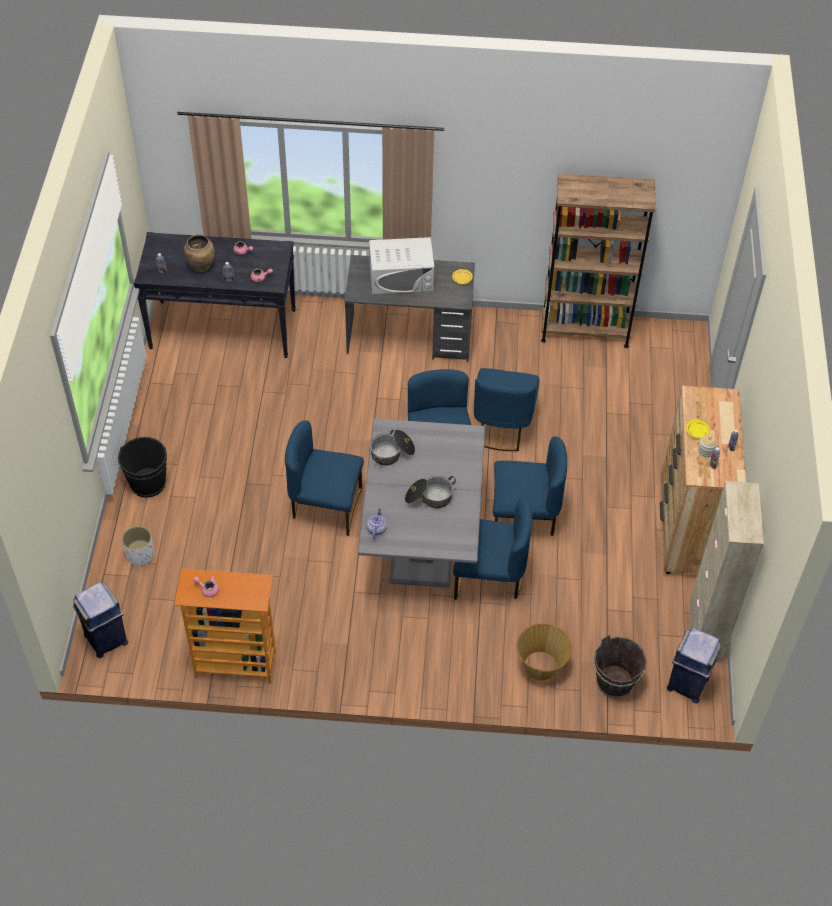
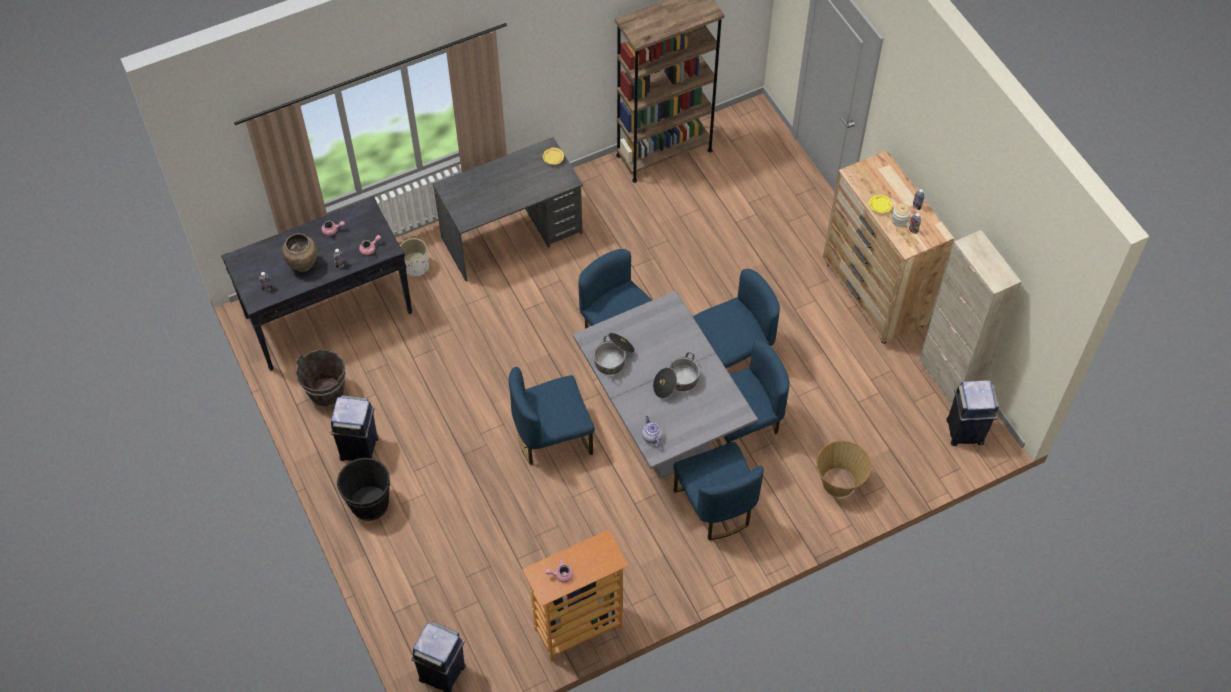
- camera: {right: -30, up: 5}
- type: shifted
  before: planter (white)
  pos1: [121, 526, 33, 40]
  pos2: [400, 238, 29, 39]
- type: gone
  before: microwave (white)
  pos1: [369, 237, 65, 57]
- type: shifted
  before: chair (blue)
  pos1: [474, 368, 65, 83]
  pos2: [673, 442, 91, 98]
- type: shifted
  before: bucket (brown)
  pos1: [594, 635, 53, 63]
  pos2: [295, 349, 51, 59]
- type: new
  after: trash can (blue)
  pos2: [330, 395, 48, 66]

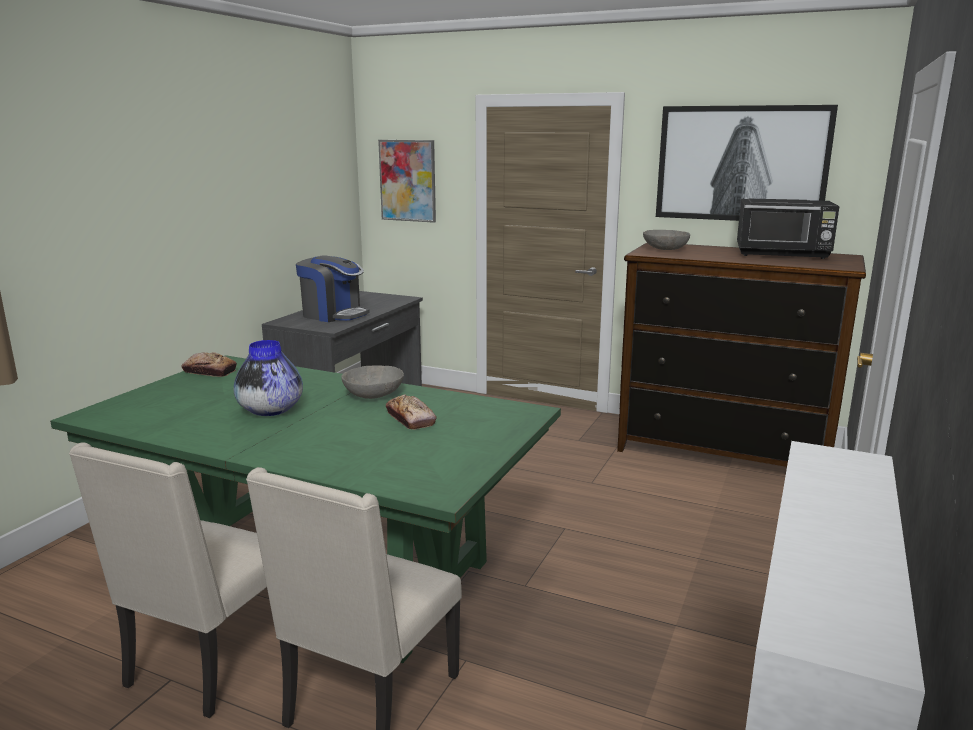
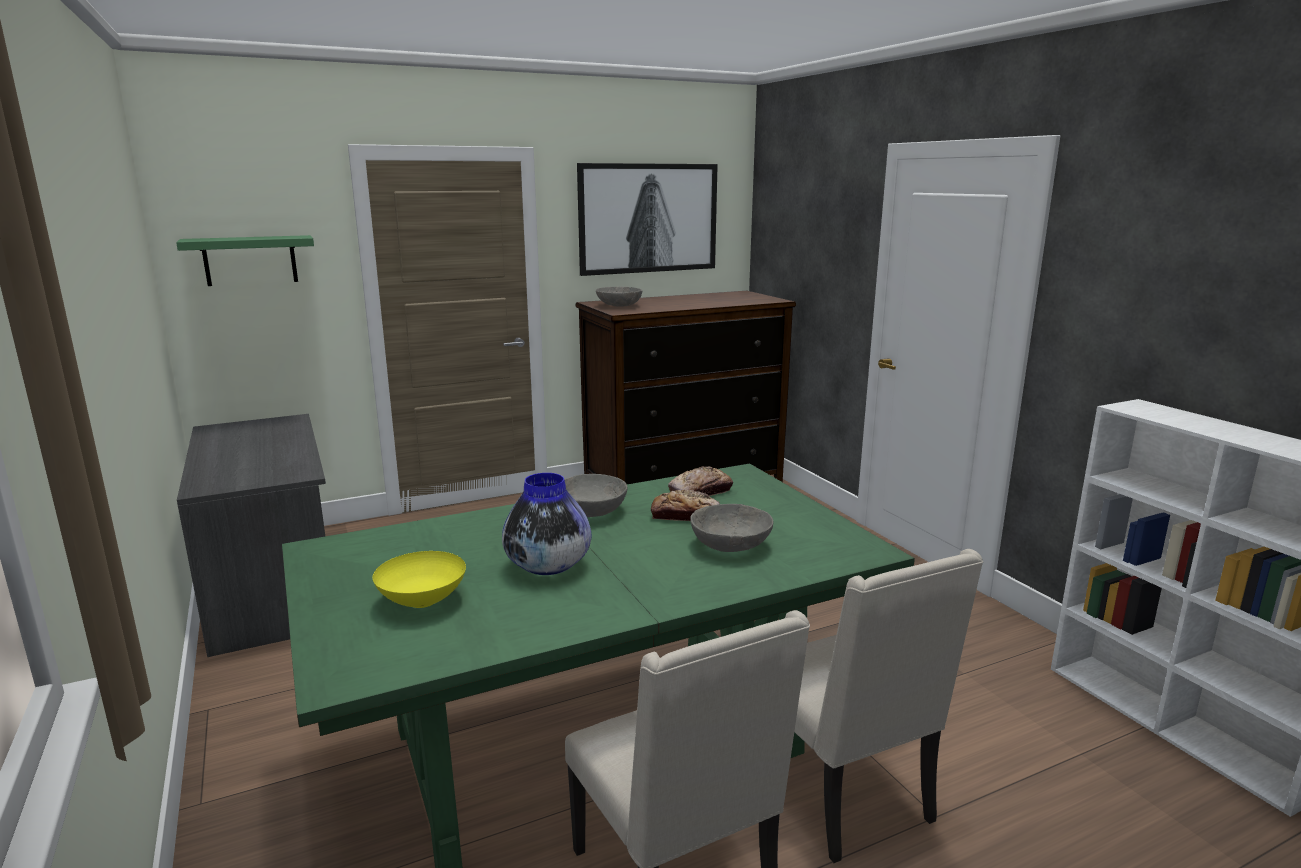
- camera: {right: -50, up: 0}
- type: shifted
  before: bread
  pos1: [181, 352, 56, 25]
  pos2: [668, 467, 65, 29]
- type: gone
  before: coffee machine
  pos1: [296, 255, 74, 67]
- type: swapped
  before: picture
  after: shelf (green)
  pos1: [378, 140, 58, 83]
  pos2: [176, 235, 138, 51]
- type: gone
  before: microwave (black)
  pos1: [737, 199, 102, 60]
- type: new
  after: bowl (yellow)
  pos2: [372, 551, 94, 57]
- type: new
  after: bowl (grey)
  pos2: [690, 504, 83, 48]

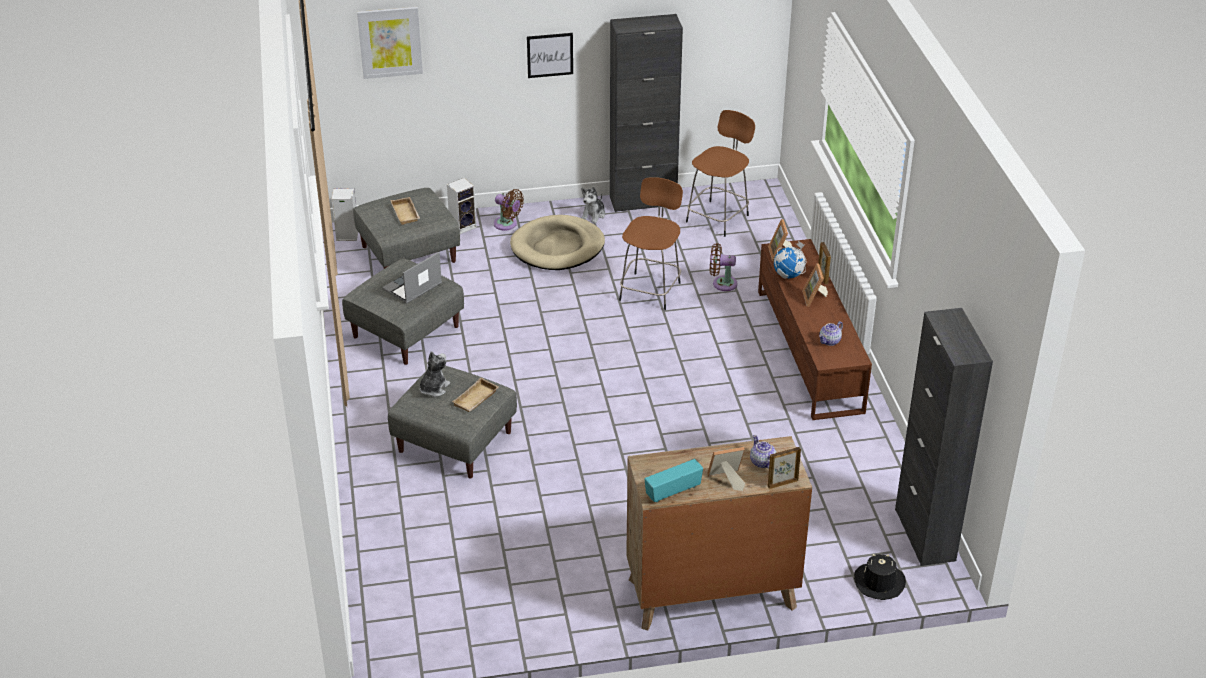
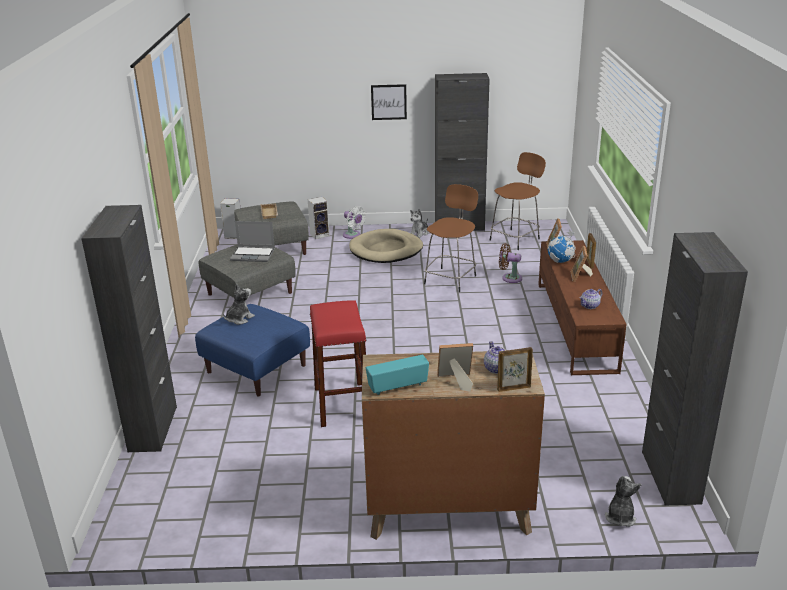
- camera: {right: 10, up: -10}
- type: gone
  before: picture
  pos1: [357, 7, 66, 72]
- type: rotated
  before: laptop
  pos1: [382, 252, 60, 52]
  pos2: [230, 221, 45, 41]
  turn: -135
- type: repainted
  before: ottoman (grey)
  after: ottoman (blue)
  pos1: [388, 366, 129, 113]
  pos2: [195, 304, 115, 93]
- type: gone
  before: tray (beige)
  pos1: [452, 378, 46, 34]
- type: repainted
  before: fan (brown)
  after: fan (white)
  pos1: [494, 189, 30, 42]
  pos2: [343, 206, 23, 33]
- type: swapped
  before: hat (black)
  after: plush toy
  pos1: [854, 554, 52, 46]
  pos2: [605, 476, 37, 51]
- type: new
  after: cabinet (black)
  pos2: [81, 205, 96, 247]
- type: new
  after: stool (red)
  pos2: [310, 300, 56, 127]

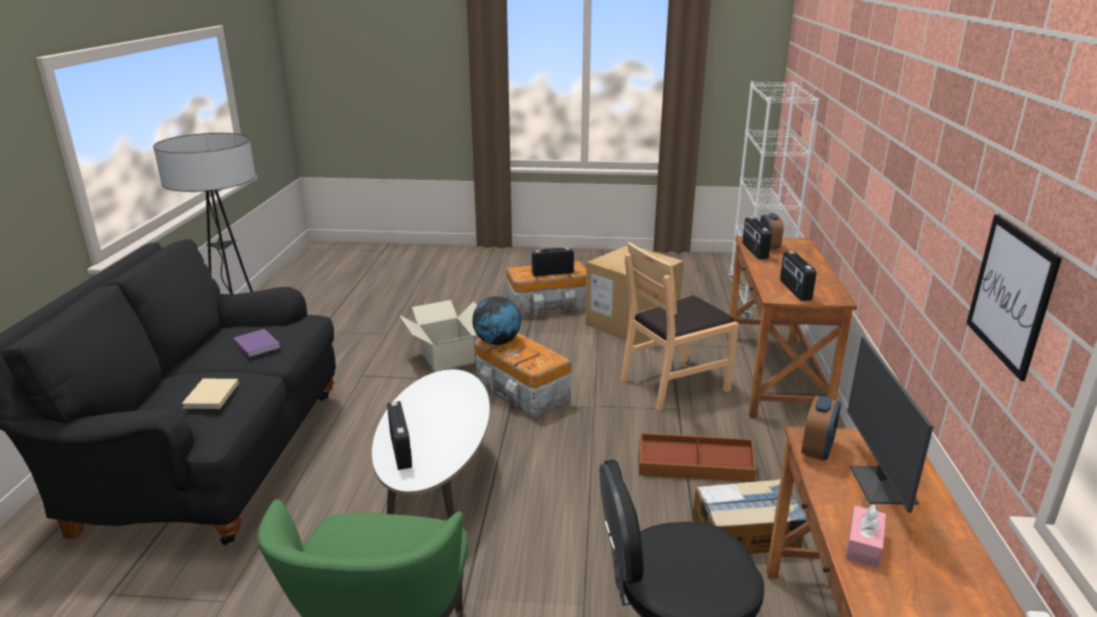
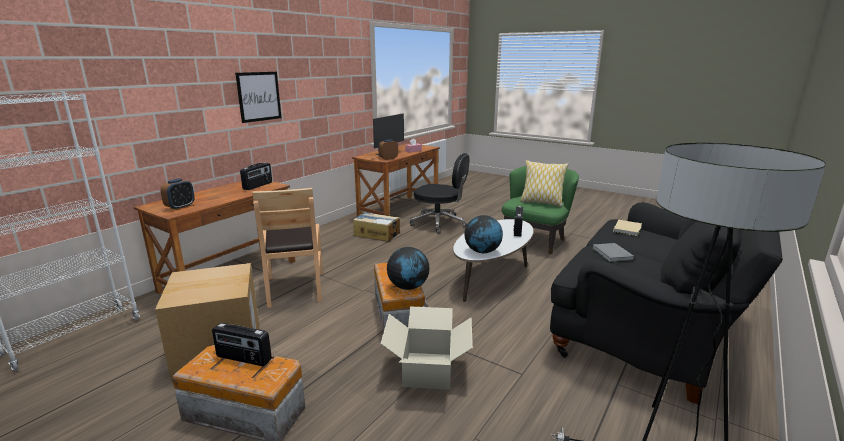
- camera: {right: -150, up: -5}
- type: repainted
  before: book (purple)
  after: book (grey)
  pos1: [233, 329, 48, 29]
  pos2: [592, 243, 42, 19]
- type: rotated
  before: chair (brown)
  pos1: [620, 242, 119, 169]
  pos2: [252, 188, 71, 120]
  turn: 75
- type: gone
  before: storage box (brown)
  pos1: [639, 433, 117, 49]
- type: gone
  before: radio
  pos1: [743, 217, 29, 42]
- type: shifted
  before: picture
  pos1: [966, 215, 96, 166]
  pos2: [235, 72, 46, 51]
- type: new
  after: globe
  pos2: [464, 215, 39, 38]
- type: new
  after: pillow
  pos2: [520, 160, 48, 47]

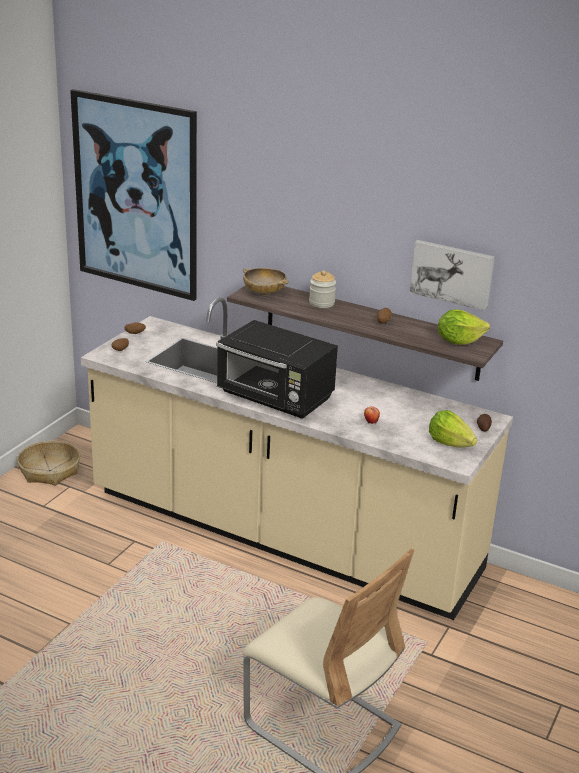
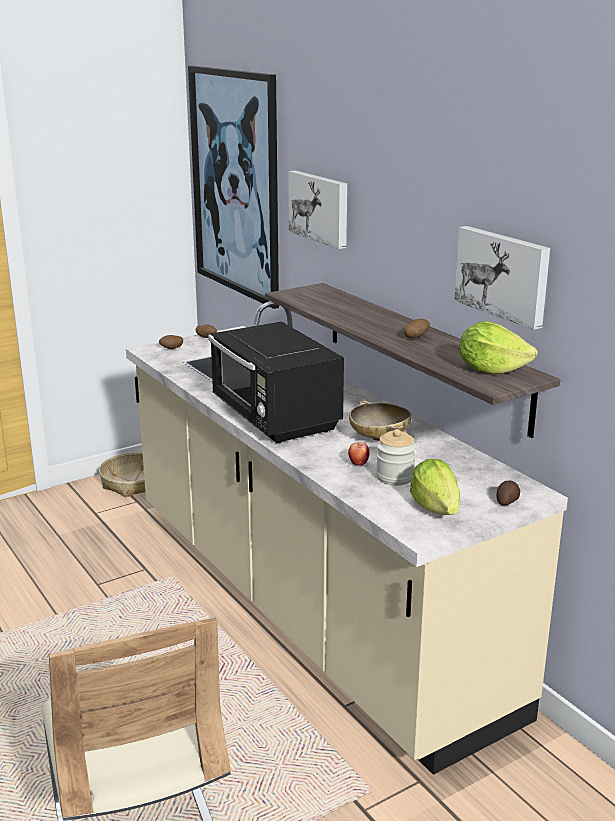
- camera: {right: 30, up: -5}
- type: shifted
  before: bowl (beige)
  pos1: [243, 268, 46, 27]
  pos2: [349, 400, 62, 41]
- type: shifted
  before: jar
  pos1: [309, 270, 27, 38]
  pos2: [376, 429, 40, 56]
- type: new
  after: picture
  pos2: [288, 170, 59, 79]

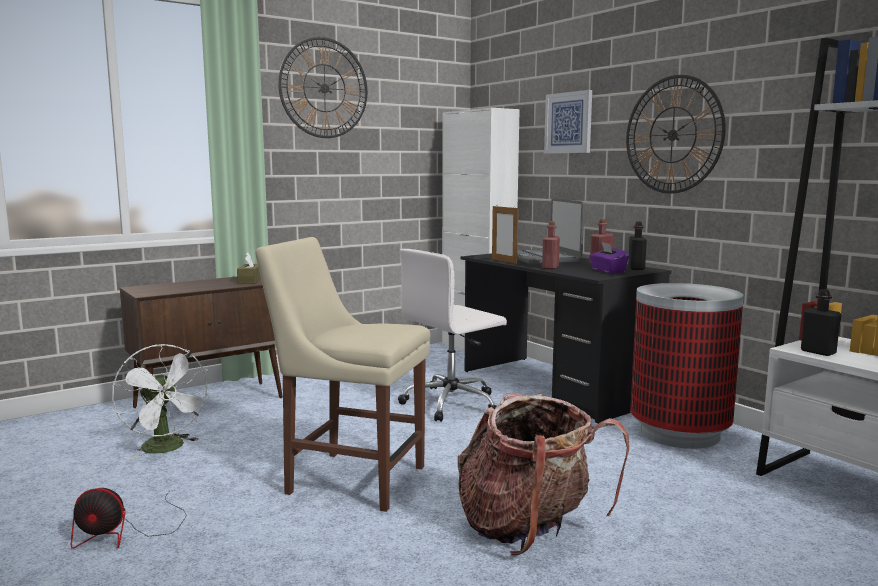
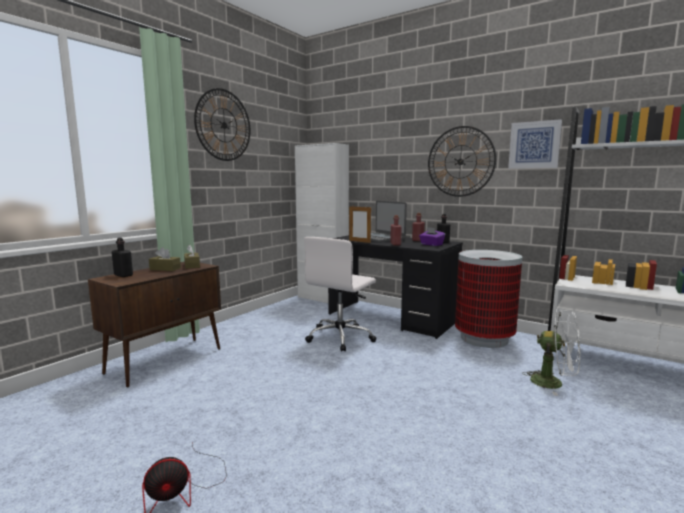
- camera: {right: -20, up: 0}
- type: shifted
  before: fan (white)
  pos1: [112, 344, 99, 116]
  pos2: [522, 308, 59, 88]
- type: gone
  before: chair (beige)
  pos1: [255, 237, 175, 275]
- type: gone
  before: backpack
  pos1: [458, 393, 171, 162]
- type: shifted
  before: picture
  pos1: [544, 90, 48, 63]
  pos2: [508, 119, 54, 50]
- type: shifted
  before: bottle (black)
  pos1: [801, 289, 41, 67]
  pos2: [112, 238, 21, 39]
- type: new
  after: tissue box (brown)
  pos2: [149, 247, 32, 24]

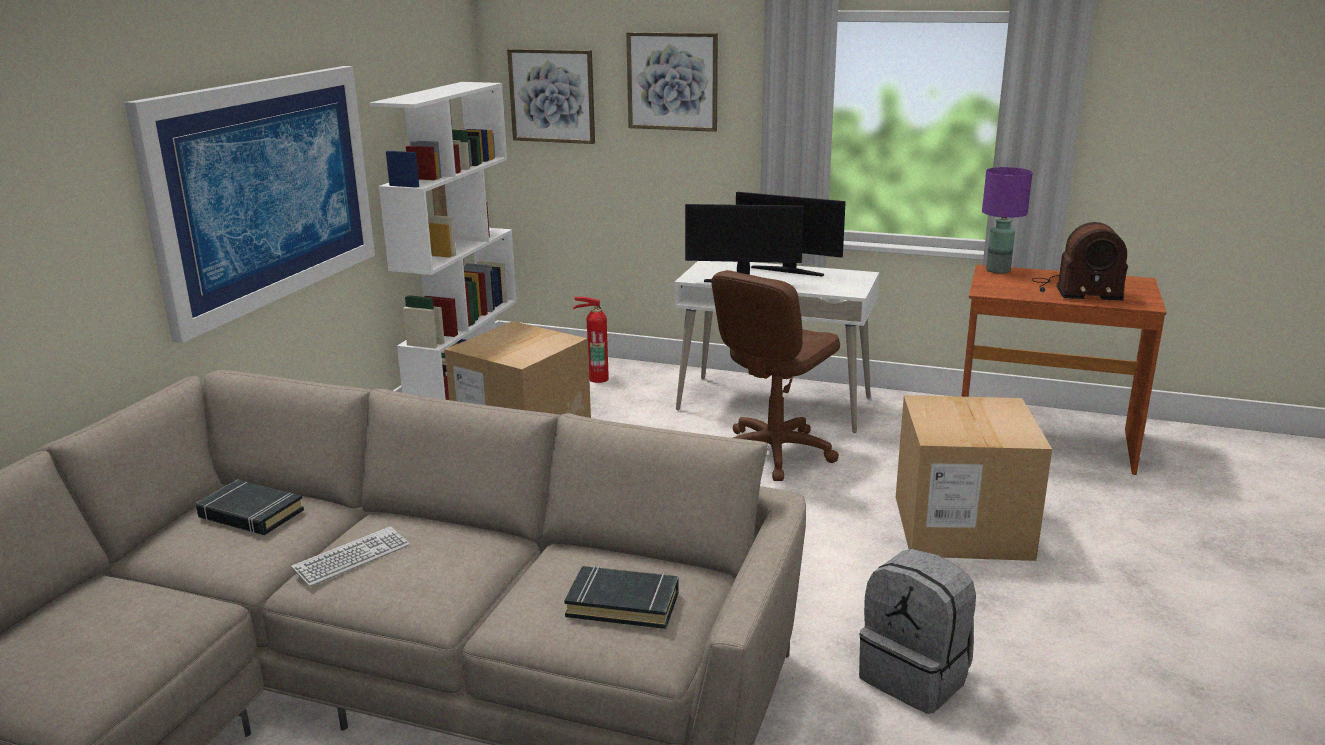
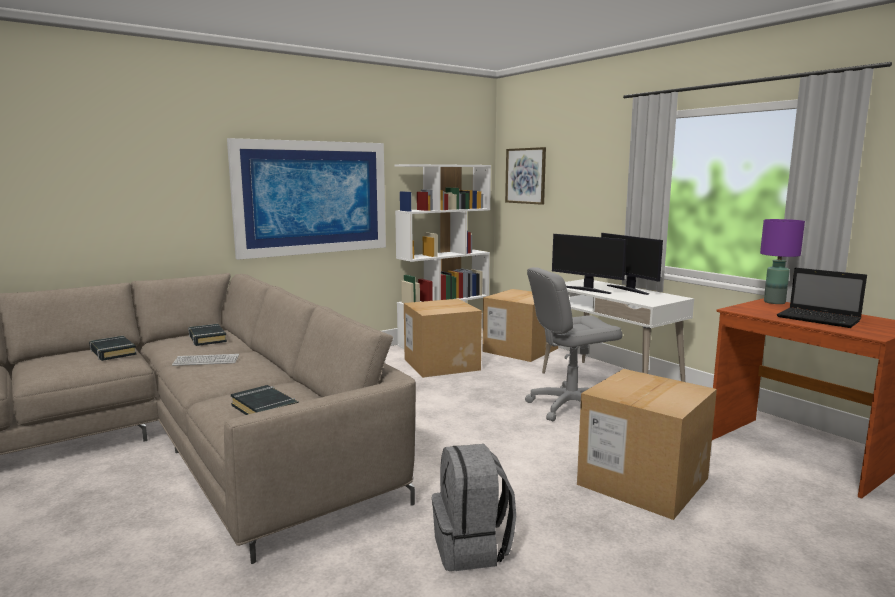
- camera: {right: 35, up: -10}
- type: swapped
  before: fire extinguisher
  after: cardboard box
  pos1: [573, 297, 36, 86]
  pos2: [482, 289, 76, 73]
- type: gone
  before: picture
  pos1: [626, 32, 92, 100]
- type: repainted
  before: office chair (brown)
  after: office chair (grey)
  pos1: [711, 270, 129, 211]
  pos2: [525, 267, 97, 154]
- type: swapped
  before: radio
  after: laptop
  pos1: [1032, 222, 96, 78]
  pos2: [777, 268, 90, 60]
- type: new
  after: book (black)
  pos2: [89, 336, 48, 25]

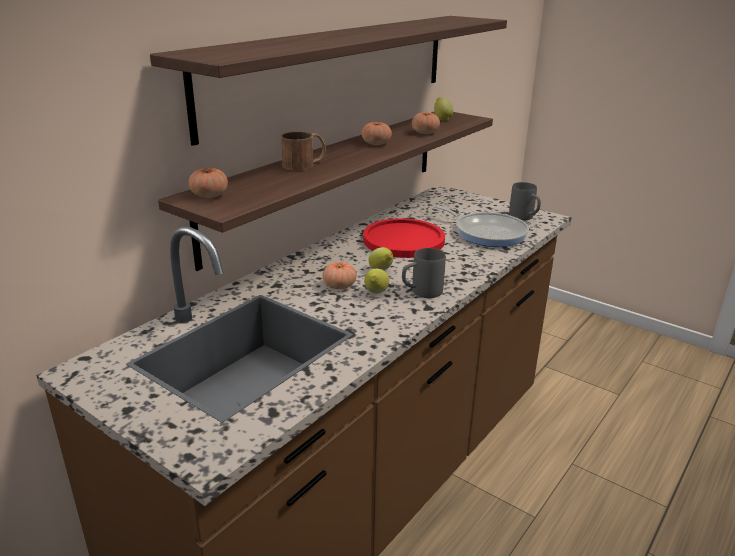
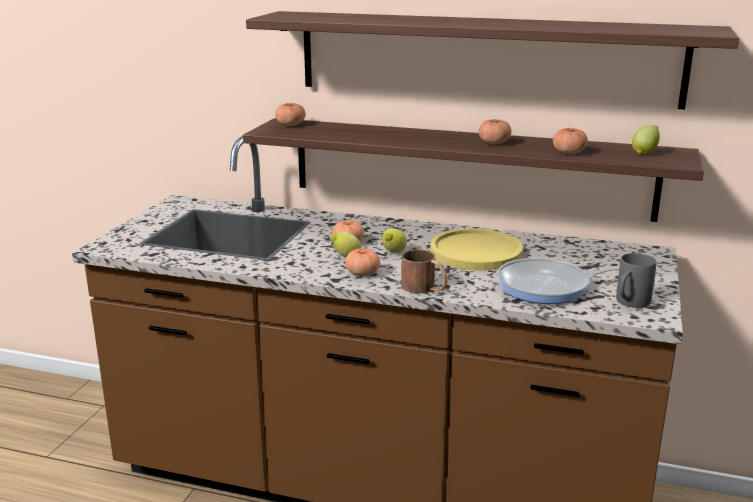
- camera: {right: 70, up: -5}
- type: shifted
  before: mug (brown)
  pos1: [281, 132, 45, 39]
  pos2: [401, 249, 46, 45]
- type: repainted
  before: plate (red)
  after: plate (yellow)
  pos1: [363, 218, 82, 40]
  pos2: [430, 228, 93, 43]
- type: swapped
  before: mug (grey)
  after: tomato
  pos1: [402, 248, 44, 50]
  pos2: [345, 248, 35, 28]
- type: rotated
  before: frying pan
  pos1: [433, 205, 96, 42]
  pos2: [497, 258, 123, 46]
  turn: 60

